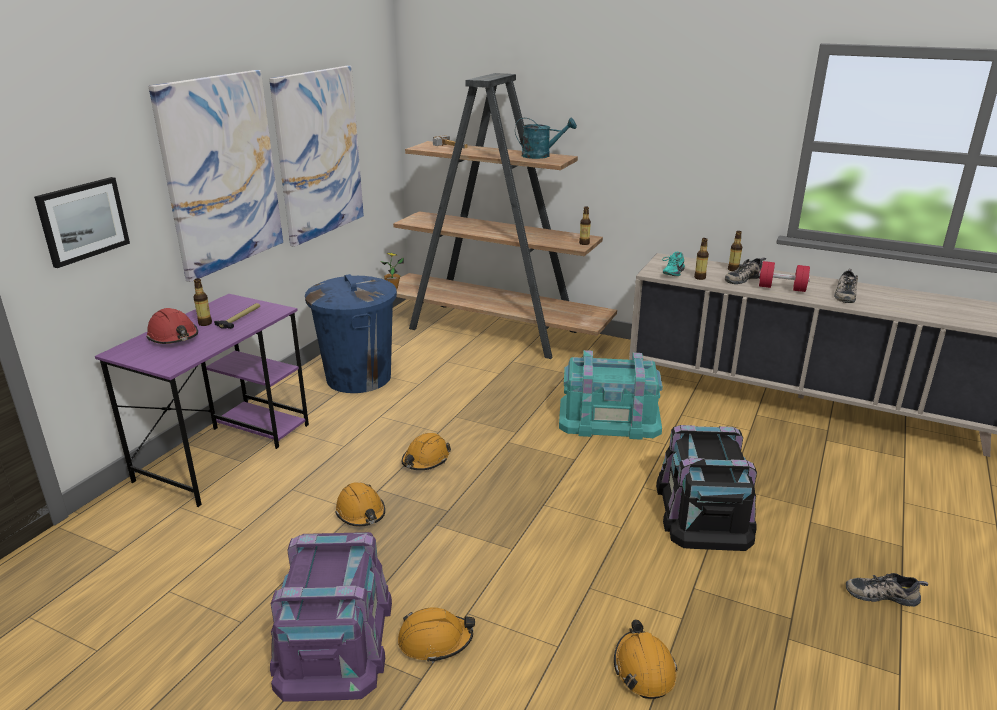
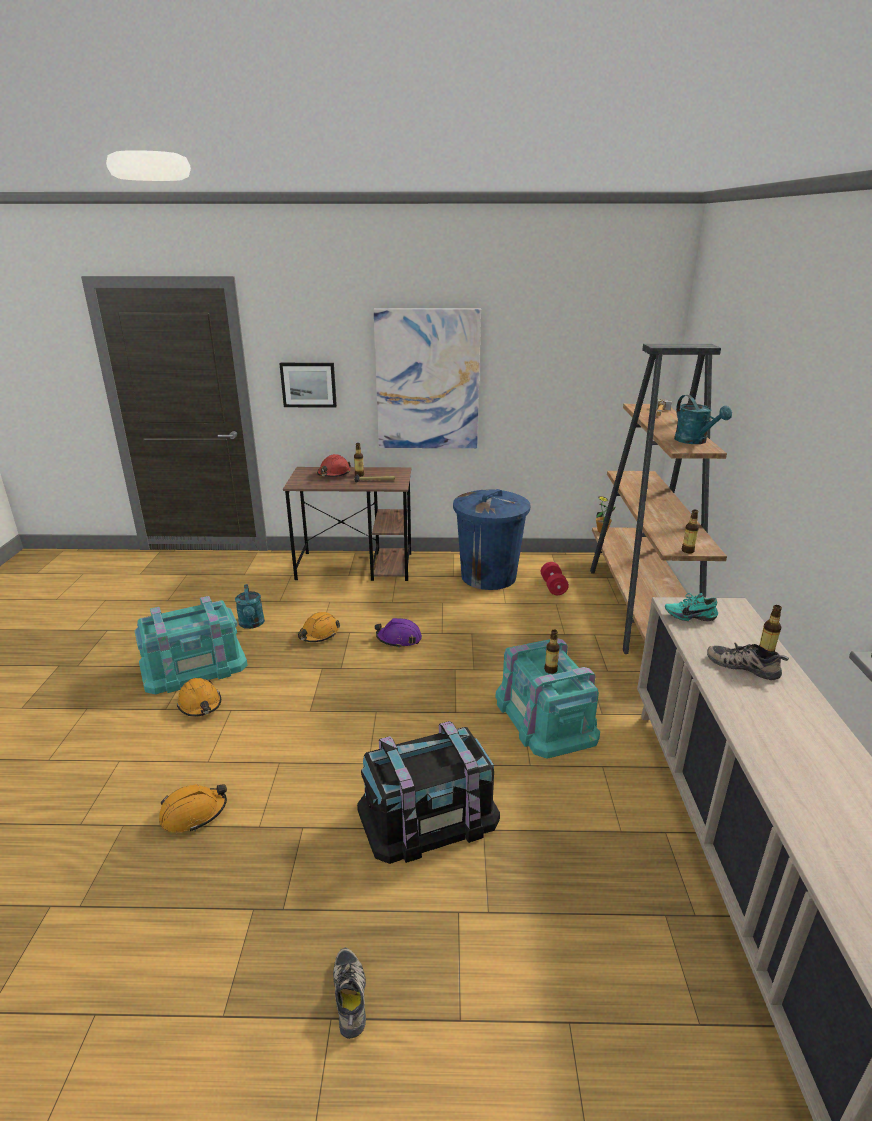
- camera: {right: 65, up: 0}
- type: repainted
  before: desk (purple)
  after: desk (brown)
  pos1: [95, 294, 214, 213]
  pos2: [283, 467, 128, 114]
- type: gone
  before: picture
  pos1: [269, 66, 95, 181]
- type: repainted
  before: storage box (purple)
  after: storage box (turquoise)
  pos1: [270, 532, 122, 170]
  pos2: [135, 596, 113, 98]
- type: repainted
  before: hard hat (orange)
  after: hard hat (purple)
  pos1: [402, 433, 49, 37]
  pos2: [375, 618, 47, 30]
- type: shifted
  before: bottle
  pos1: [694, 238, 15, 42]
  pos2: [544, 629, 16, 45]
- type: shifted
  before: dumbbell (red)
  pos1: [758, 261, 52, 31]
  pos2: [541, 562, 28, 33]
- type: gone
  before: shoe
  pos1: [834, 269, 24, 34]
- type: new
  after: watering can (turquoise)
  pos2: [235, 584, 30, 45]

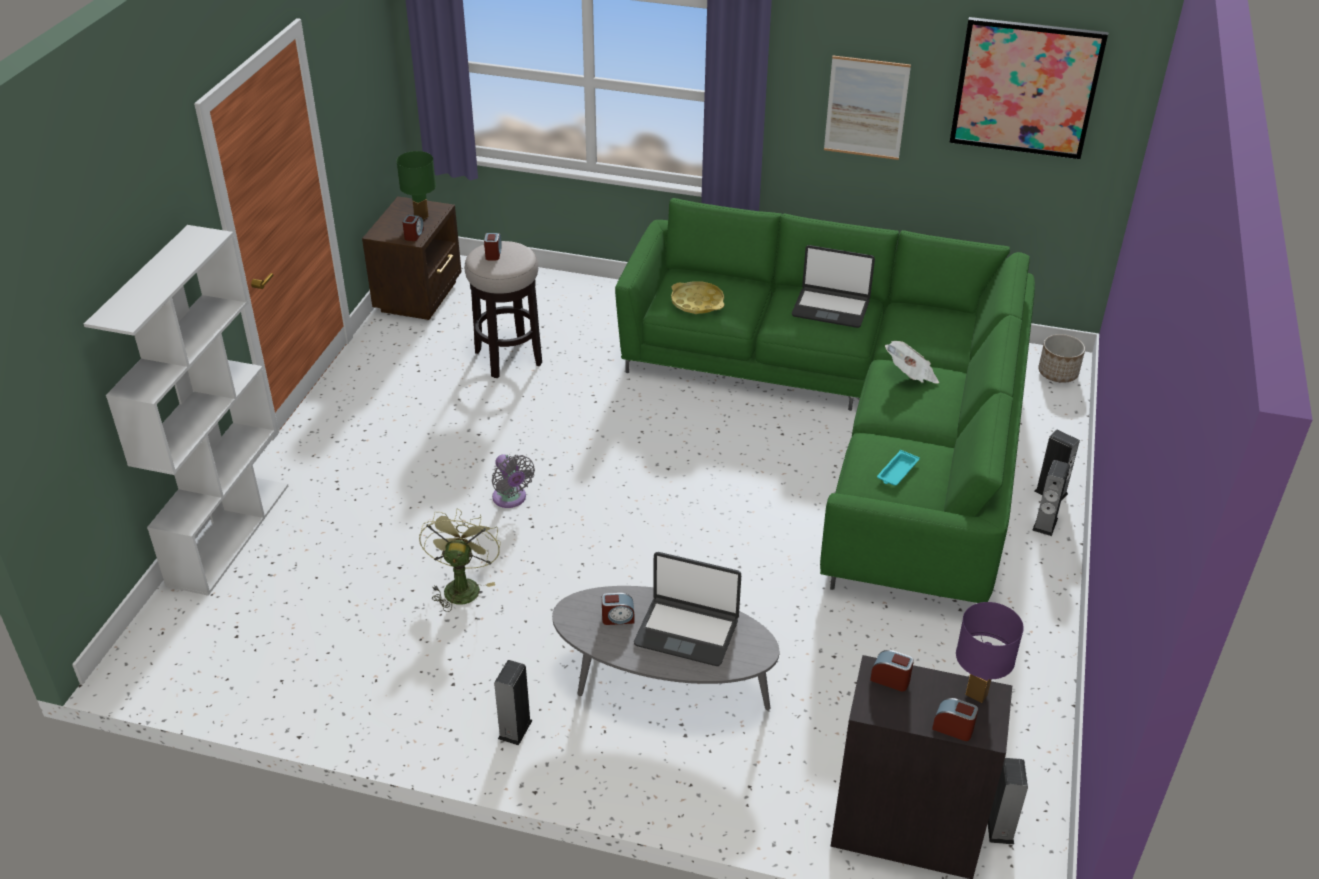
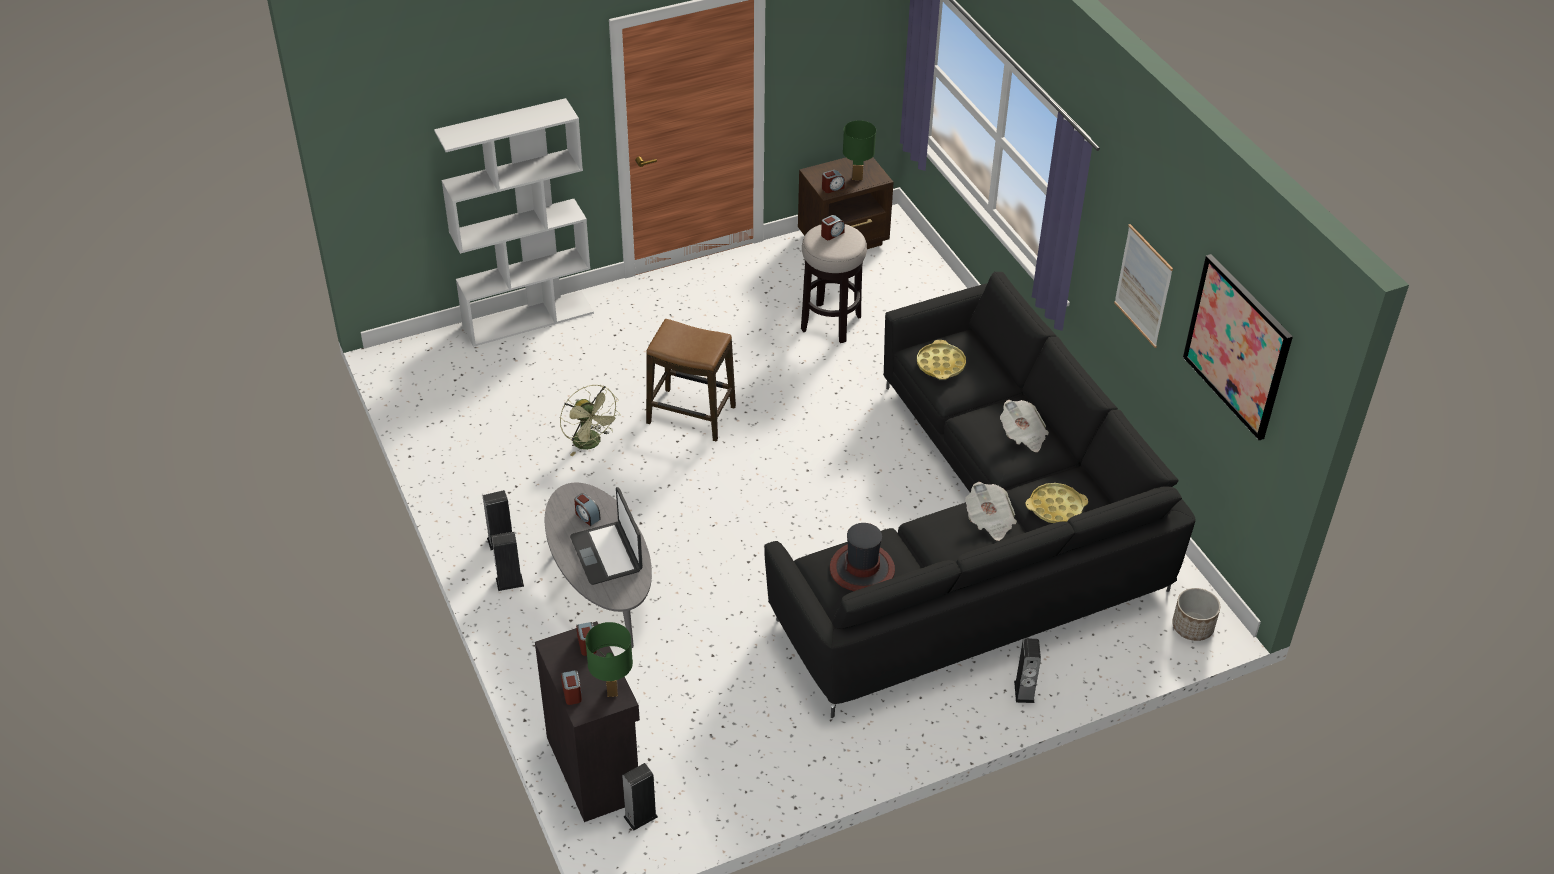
- camera: {right: 50, up: 5}
- type: rotated
  before: fan (green)
  pos1: [419, 509, 82, 103]
  pos2: [560, 385, 61, 71]
  turn: 90
- type: swapped
  before: fan (grey)
  after: stool
  pos1: [492, 454, 43, 54]
  pos2: [646, 319, 90, 123]
- type: repainted
  before: sofa (green)
  after: sofa (black)
  pos1: [615, 198, 420, 405]
  pos2: [764, 272, 432, 446]
- type: swapped
  before: laptop
  after: newspaper
  pos1: [792, 245, 83, 83]
  pos2: [1000, 400, 49, 52]
- type: swapped
  before: tray (turquoise)
  after: hat
  pos1: [877, 450, 43, 35]
  pos2: [830, 523, 65, 68]
- type: repainted
  before: table lamp (purple)
  after: table lamp (green)
  pos1: [956, 602, 68, 101]
  pos2: [585, 622, 48, 75]
- type: shifted
  before: speaker
  pos1: [1032, 460, 38, 76]
  pos2: [491, 532, 33, 59]
- type: new
  after: tray (yellow)
  pos2: [1025, 483, 63, 40]

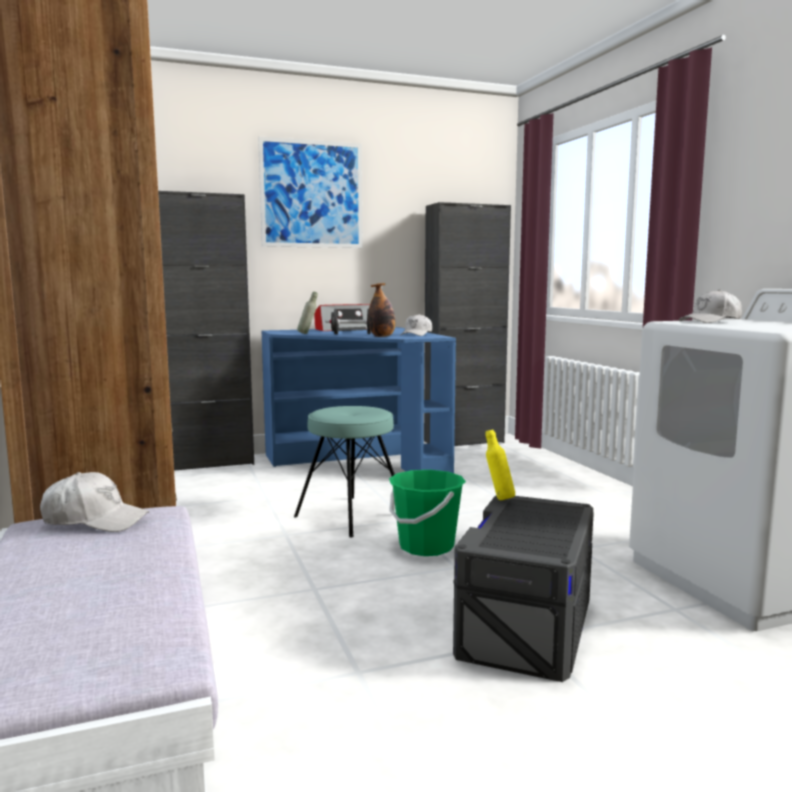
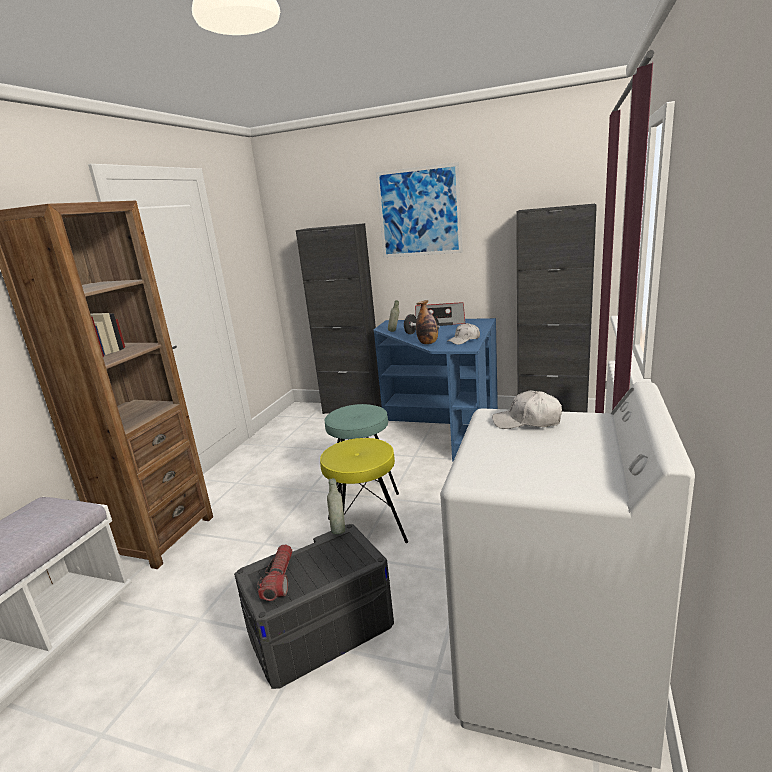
- camera: {right: 40, up: 10}
- type: gone
  before: cap (white)
  pos1: [40, 472, 109, 60]
- type: swapped
  before: bucket (green)
  after: stool (yellow)
  pos1: [389, 470, 77, 86]
  pos2: [320, 438, 88, 105]
- type: repainted
  before: bottle (yellow)
  after: bottle (grey)
  pos1: [485, 430, 30, 71]
  pos2: [327, 478, 18, 56]
- type: new
  after: flashlight
  pos2: [257, 544, 35, 57]

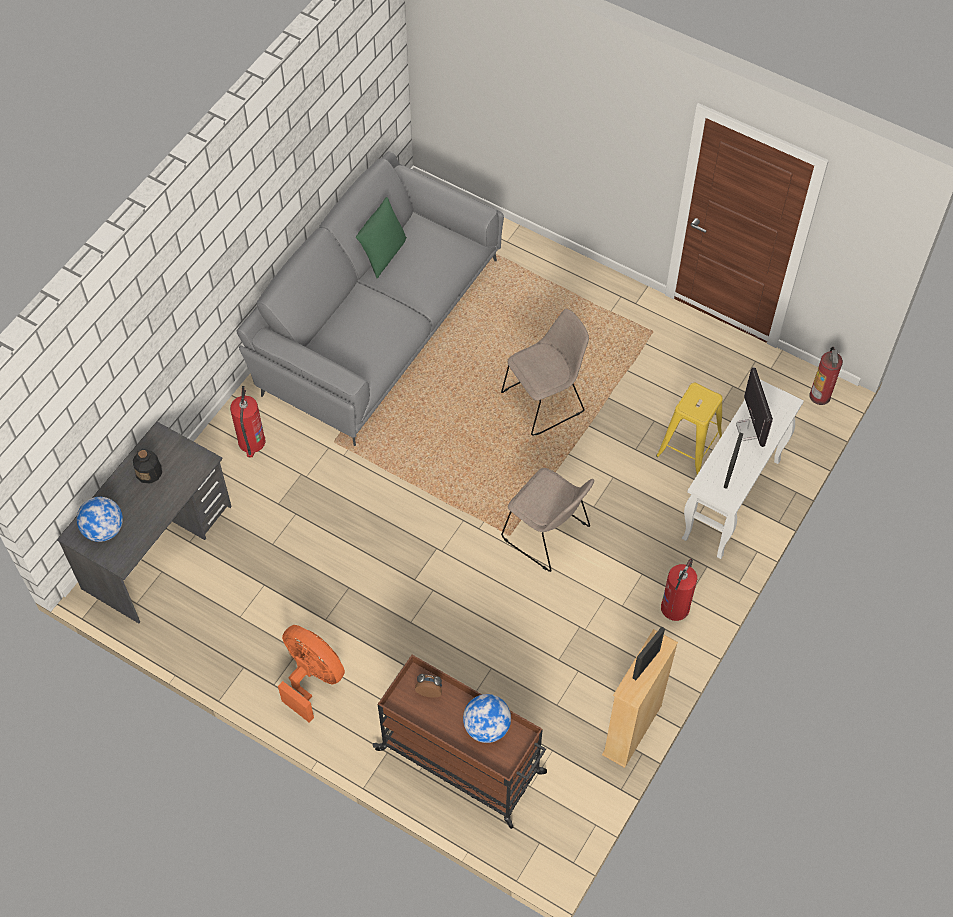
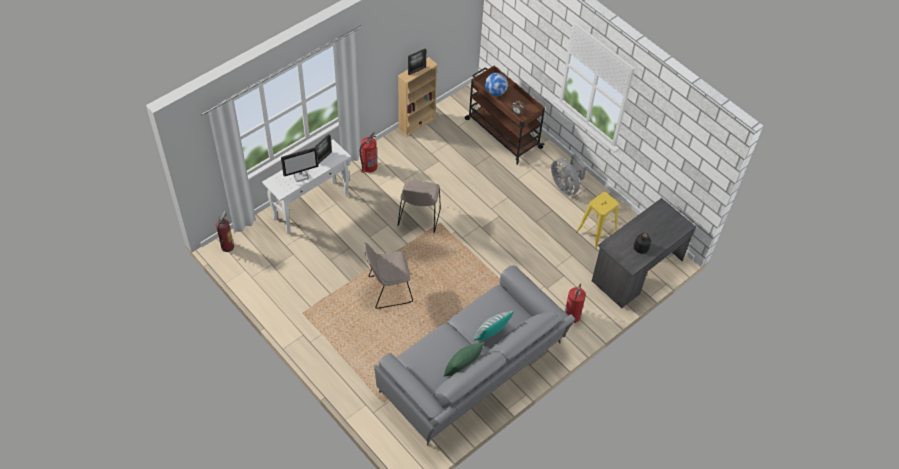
- camera: {right: -165, up: -5}
- type: gone
  before: globe
  pos1: [77, 497, 46, 45]
- type: repainted
  before: fan (orange)
  after: fan (grey)
  pos1: [278, 625, 67, 98]
  pos2: [551, 154, 36, 42]
- type: rotated
  before: chair (beige)
  pos1: [501, 468, 93, 104]
  pos2: [398, 179, 43, 54]
  turn: -135
- type: shifted
  before: stool (yellow)
  pos1: [656, 383, 67, 92]
  pos2: [576, 192, 42, 57]
- type: rotated
  before: monitor
  pos1: [736, 367, 37, 80]
  pos2: [281, 147, 38, 35]
  turn: -120
- type: new
  after: pillow
  pos2: [473, 311, 41, 30]

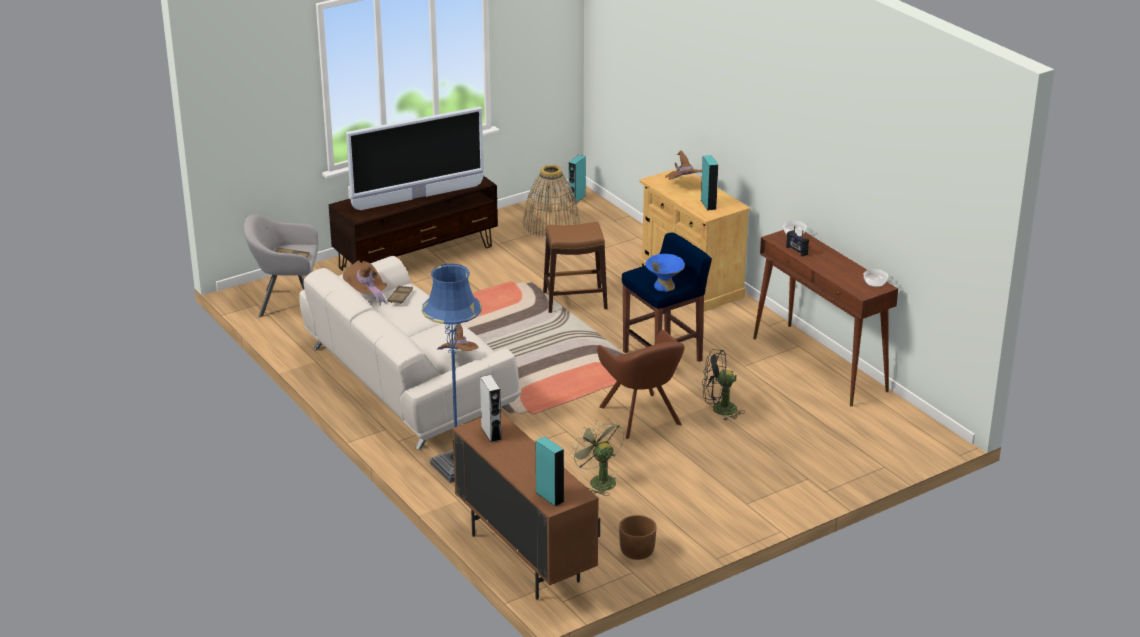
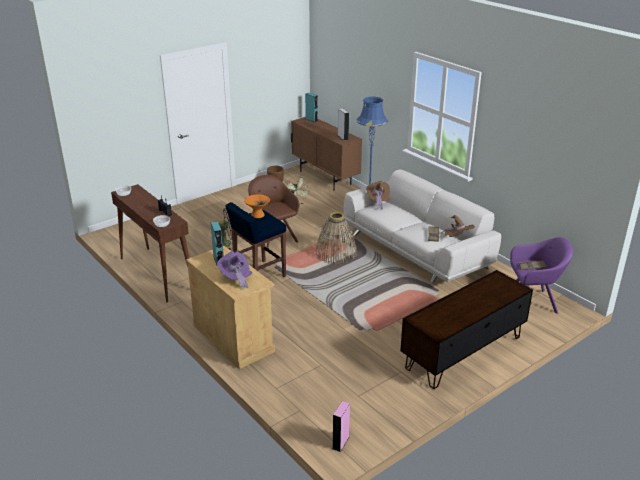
- camera: {right: 175, up: 0}
- type: repainted
  before: armchair (grey)
  after: armchair (purple)
  pos1: [244, 214, 74, 103]
  pos2: [510, 237, 63, 77]
- type: gone
  before: television
  pos1: [346, 107, 138, 103]
- type: shifted
  before: basket
  pos1: [523, 165, 57, 72]
  pos2: [316, 212, 40, 52]
- type: gone
  before: stool (brown)
  pos1: [543, 222, 65, 91]
- type: repainted
  before: speaker (turquoise)
  after: speaker (pink)
  pos1: [568, 155, 18, 49]
  pos2: [333, 401, 17, 51]
- type: repainted
  before: bowl (blue)
  after: bowl (orange)
  pos1: [645, 254, 40, 38]
  pos2: [244, 194, 26, 24]
- type: repainted
  before: hat (brown)
  after: hat (purple)
  pos1: [665, 150, 37, 30]
  pos2: [217, 251, 35, 39]

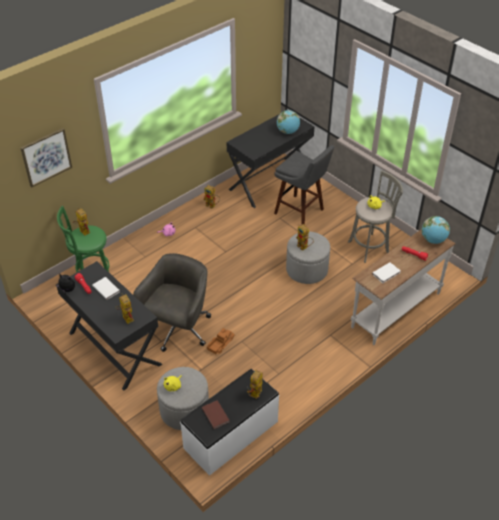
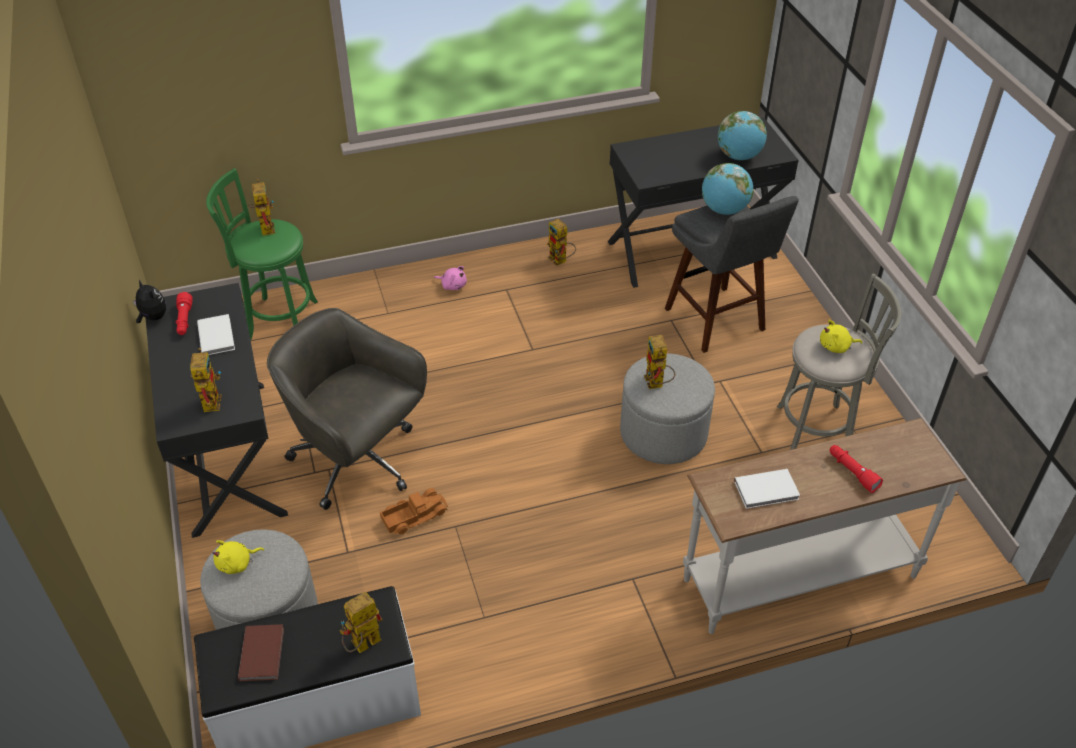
- camera: {right: 25, up: 0}
- type: gone
  before: picture
  pos1: [20, 128, 52, 59]
- type: rotated
  before: office chair (grey)
  pos1: [133, 253, 78, 99]
  pos2: [267, 308, 160, 202]
  turn: -105
- type: shifted
  before: globe
  pos1: [422, 216, 28, 28]
  pos2: [702, 163, 52, 52]

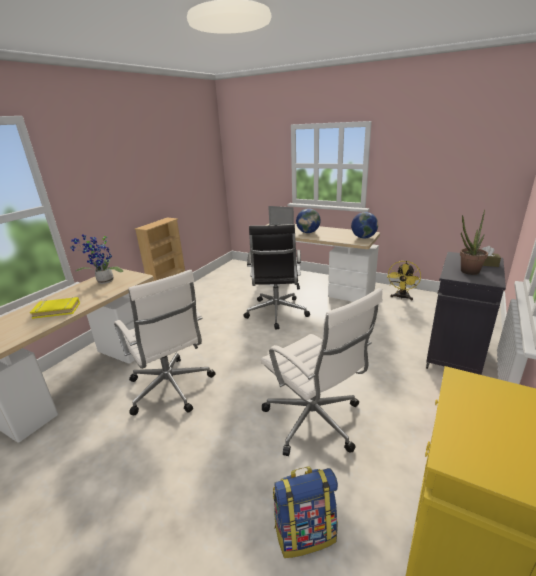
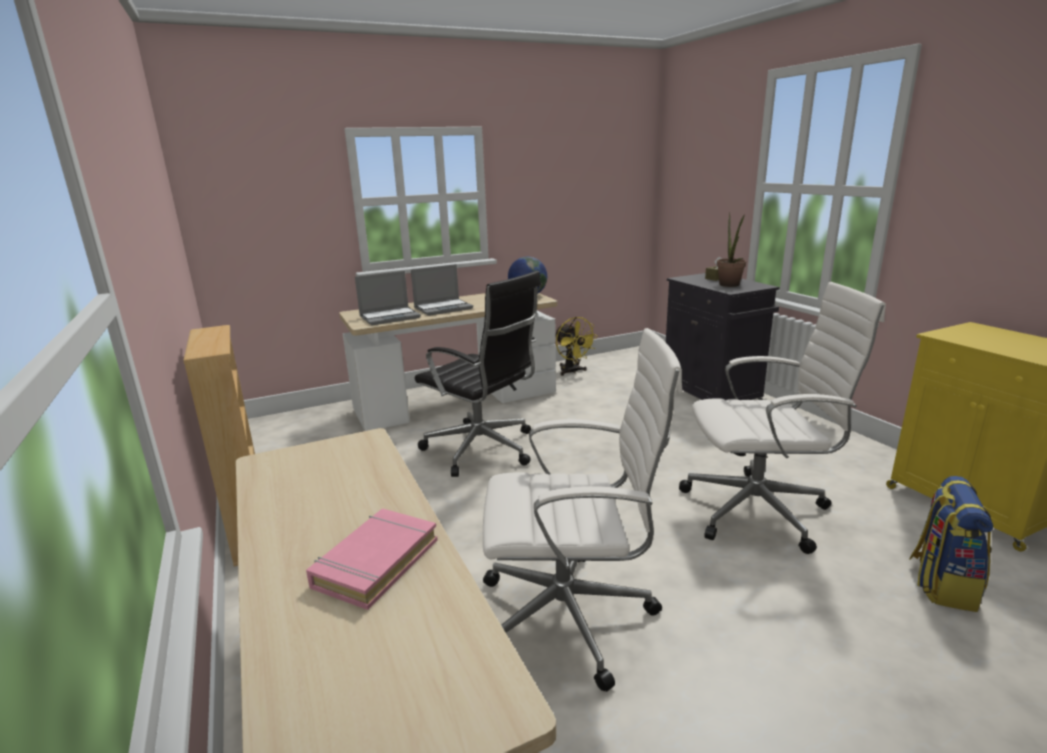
- camera: {right: -55, up: -5}
- type: repainted
  before: book (yellow)
  after: book (pink)
  pos1: [30, 297, 50, 22]
  pos2: [306, 509, 132, 101]
- type: gone
  before: potted plant
  pos1: [71, 235, 52, 49]
- type: swapped
  before: globe
  after: laptop
  pos1: [296, 208, 25, 25]
  pos2: [411, 264, 62, 52]

